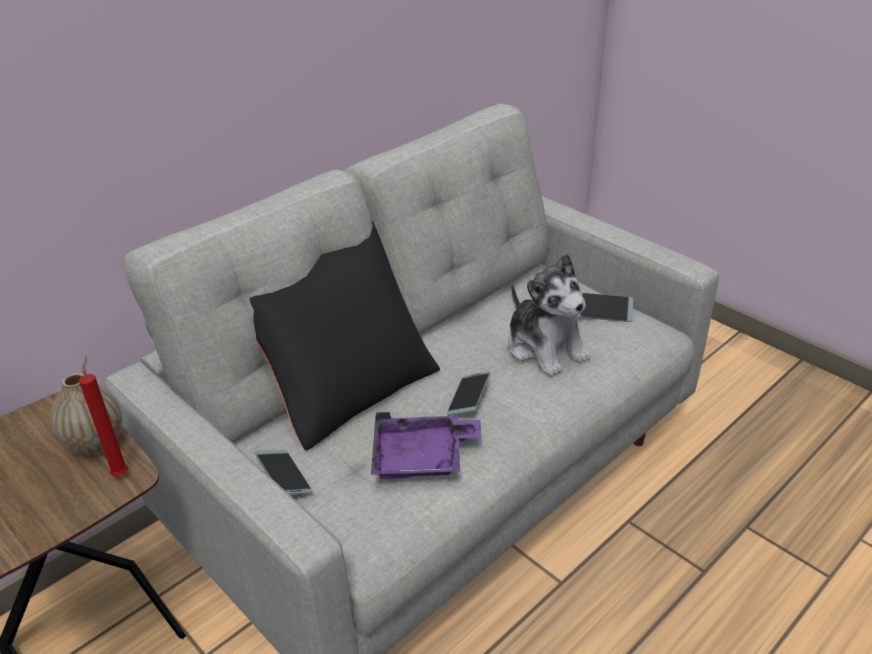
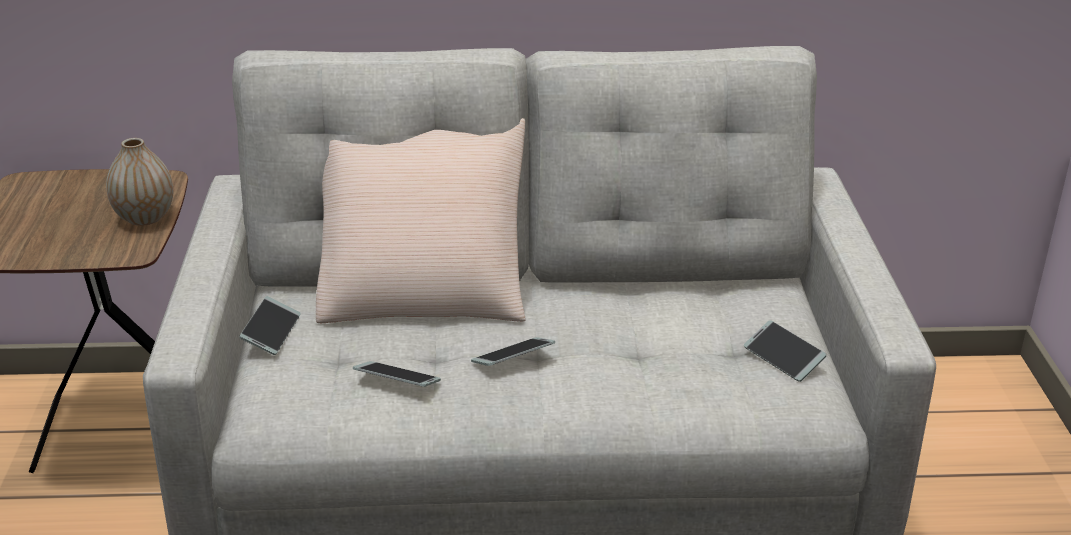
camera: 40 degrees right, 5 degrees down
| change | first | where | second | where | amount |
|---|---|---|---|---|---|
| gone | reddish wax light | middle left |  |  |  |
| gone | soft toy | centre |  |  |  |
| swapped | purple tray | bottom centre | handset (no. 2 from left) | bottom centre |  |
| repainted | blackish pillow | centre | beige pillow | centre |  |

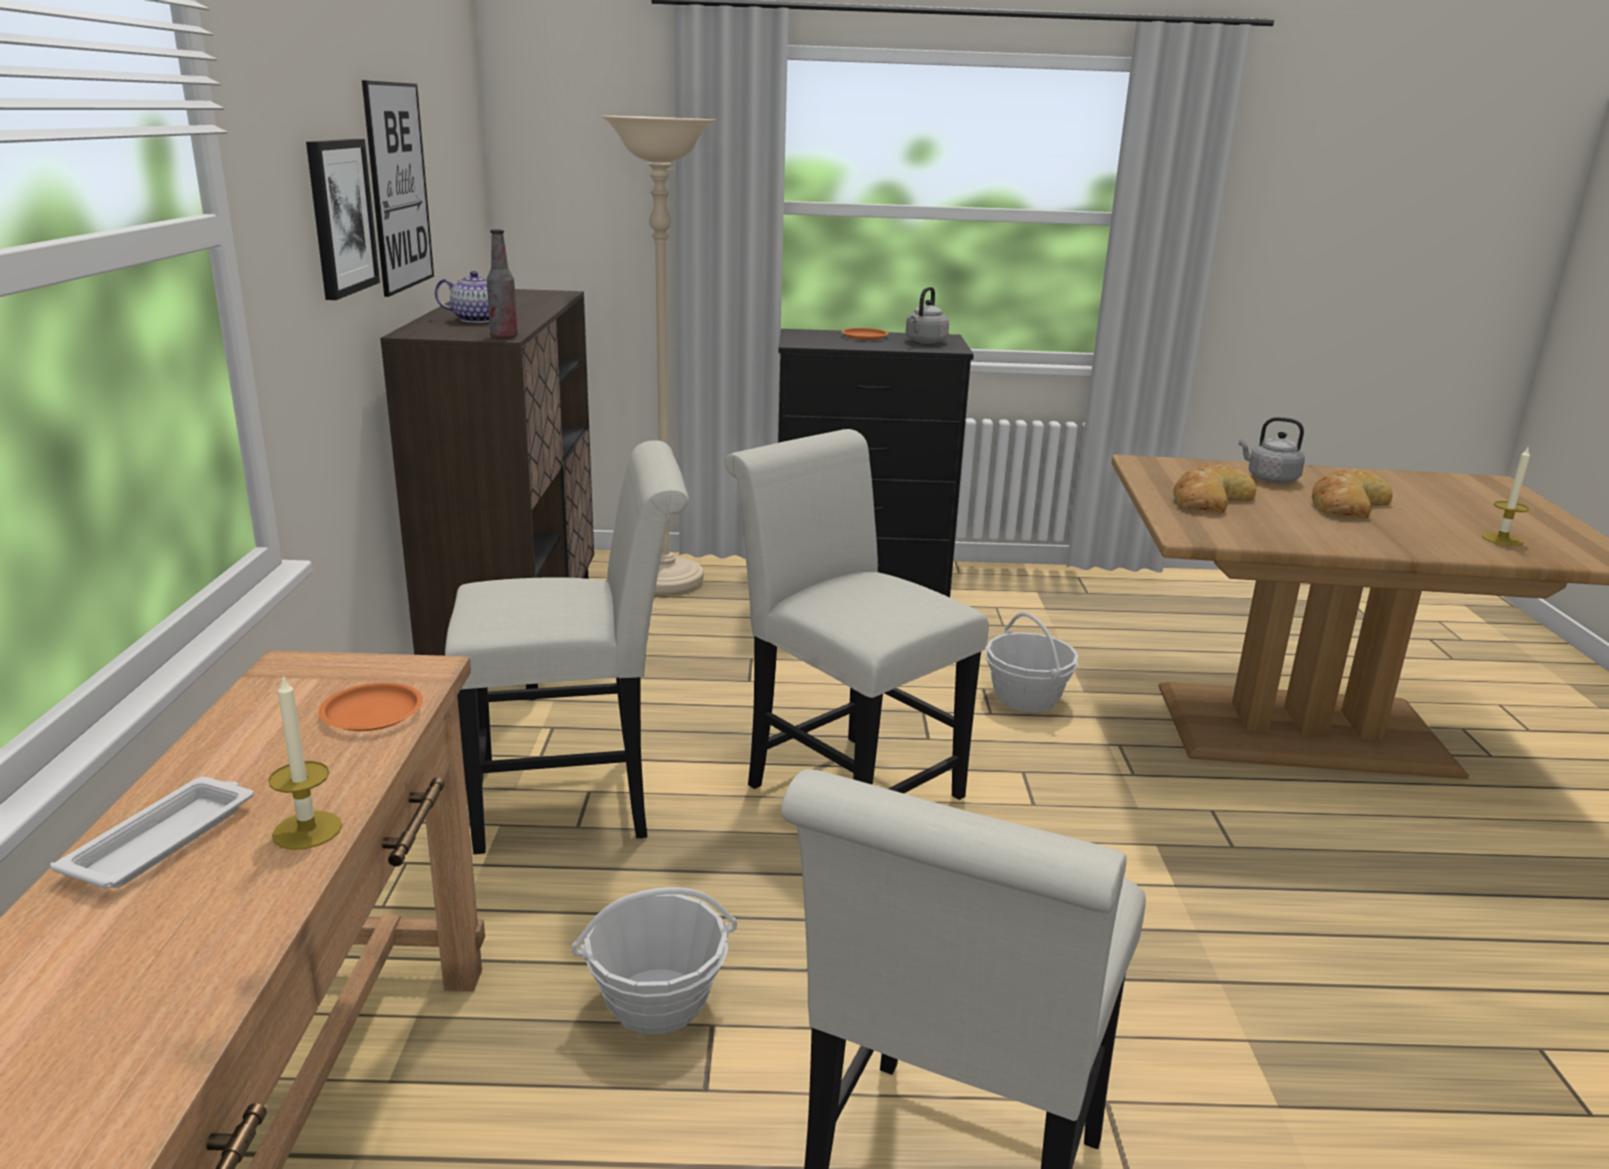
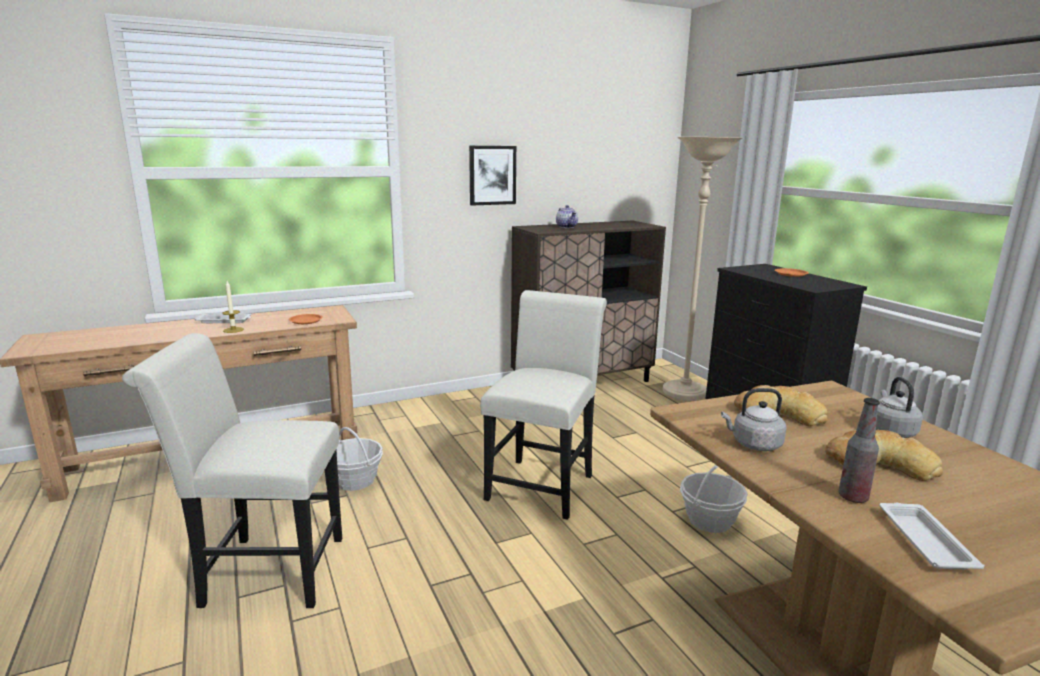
camera: 65 degrees right, 5 degrees down
| change | first | where | second | where | amount |
|---|---|---|---|---|---|
| gone | picture (no. 2 from left) | top left |  |  |  |
| gone | white chair (no. 1 from left) | centre |  |  |  |
| shifted | bottle | top left |  | middle right |  |
| shifted | gray water kettle (no. 1 from left) | top centre |  | middle right |  |
| swapped | wax light (no. 2 from left) | middle right | white tray (no. 2 from left) | bottom right |  |

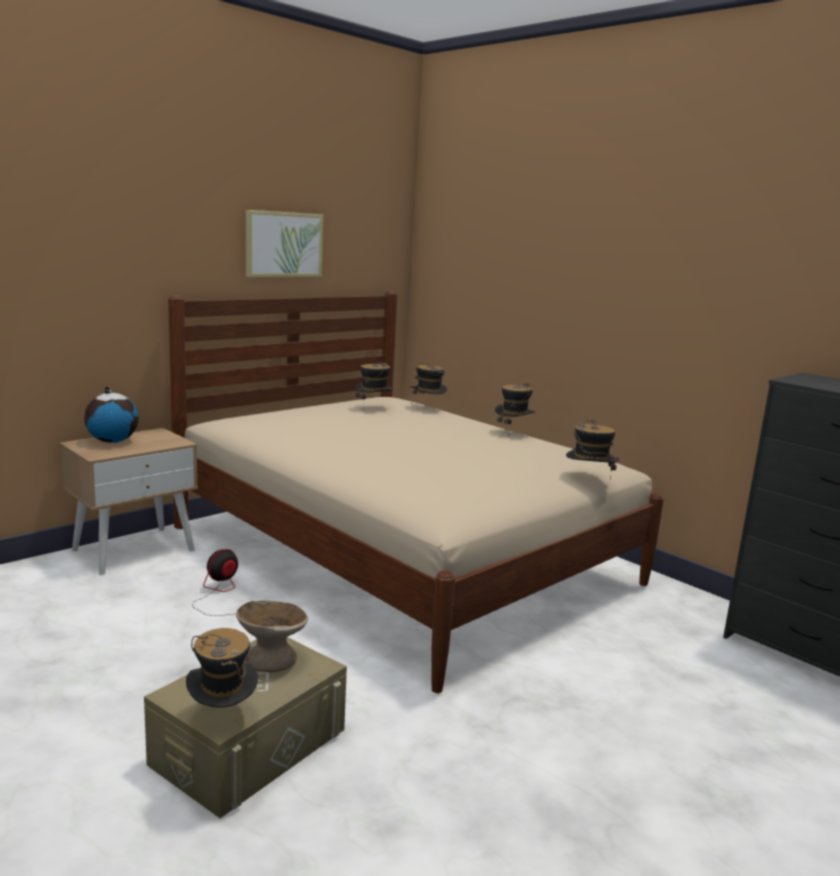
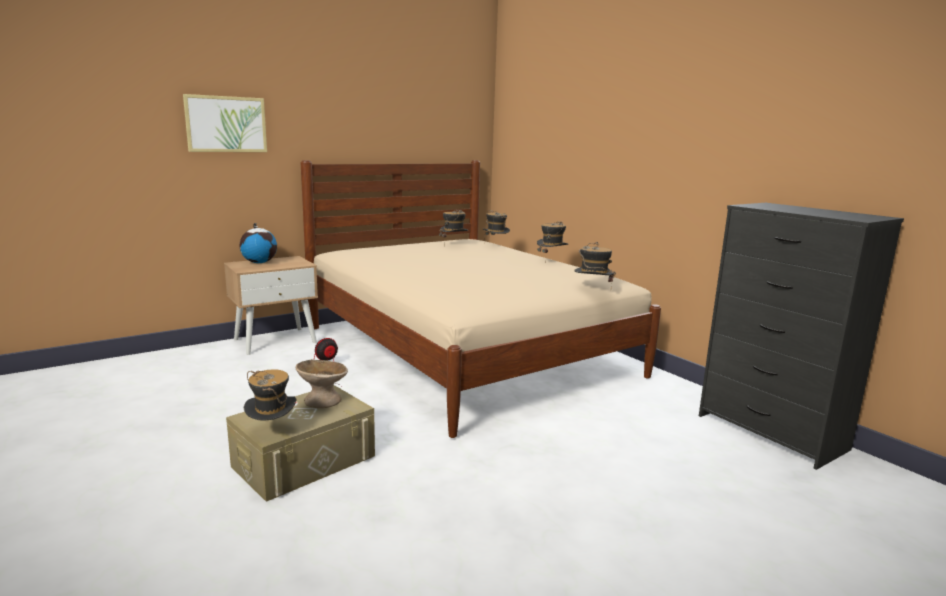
camera: 10 degrees right, 0 degrees up
| change | first | where | second | where | amount |
|---|---|---|---|---|---|
| shifted | picture | top centre |  | top left |  |

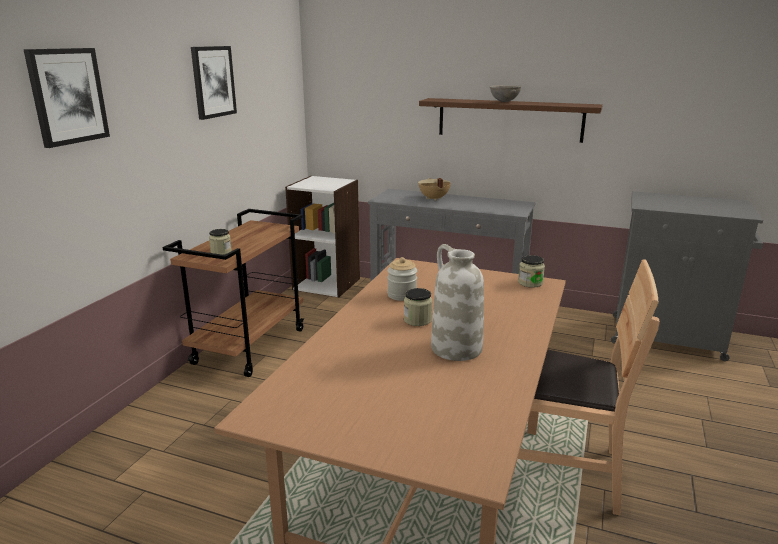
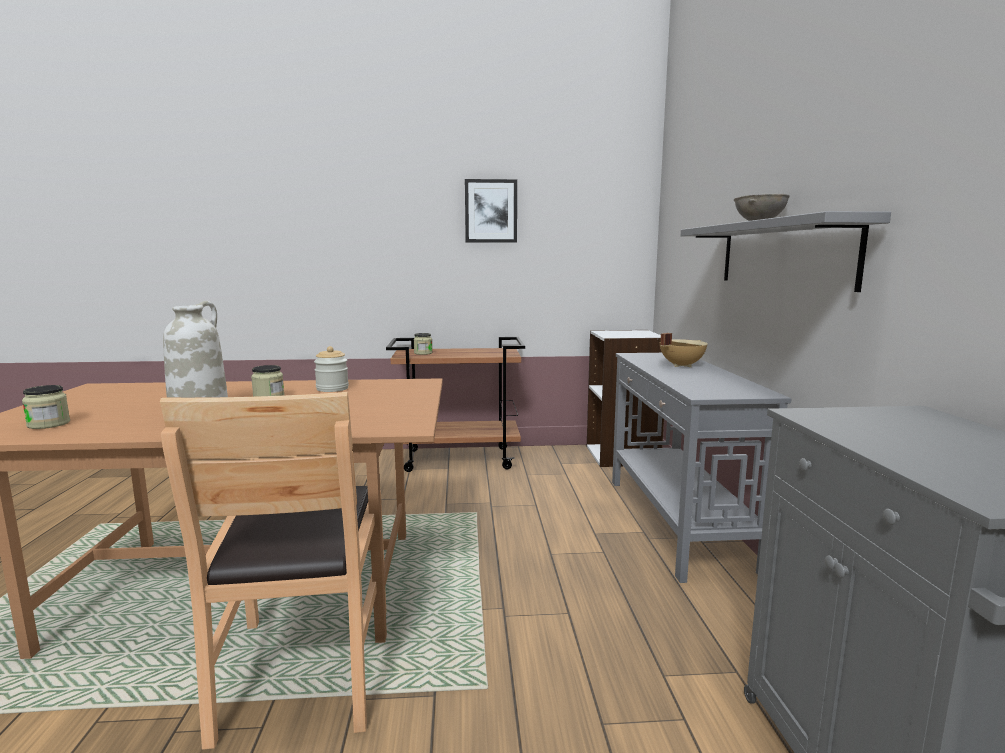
camera: 65 degrees right, 10 degrees down
| change | first | where | second | where | amount |
|---|---|---|---|---|---|
| gone | picture (no. 1 from left) | top left |  |  |  |
| shifted | storage jar (no. 4 from left in the first image) | middle right | storage jar (no. 1 from left) | middle left |  |
| repainted | brown shelf | top centre | gray shelf | middle right |  |

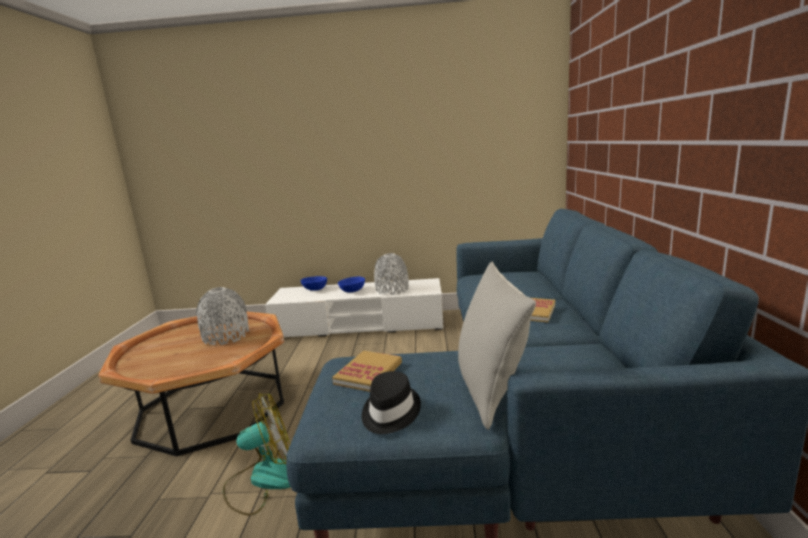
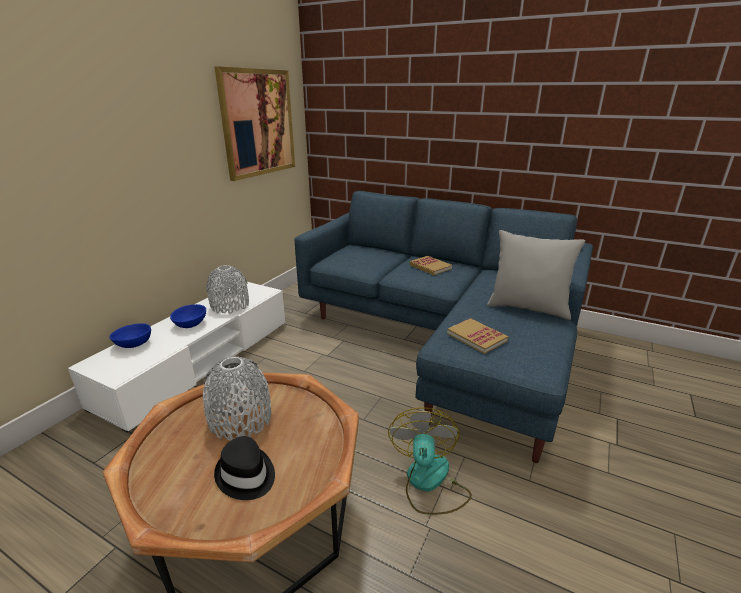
camera: 65 degrees left, 10 degrees up
| change | first | where | second | where | amount |
|---|---|---|---|---|---|
| new |  |  | picture | top centre |  |
| shifted | blackish hat | bottom centre |  | bottom left |  |

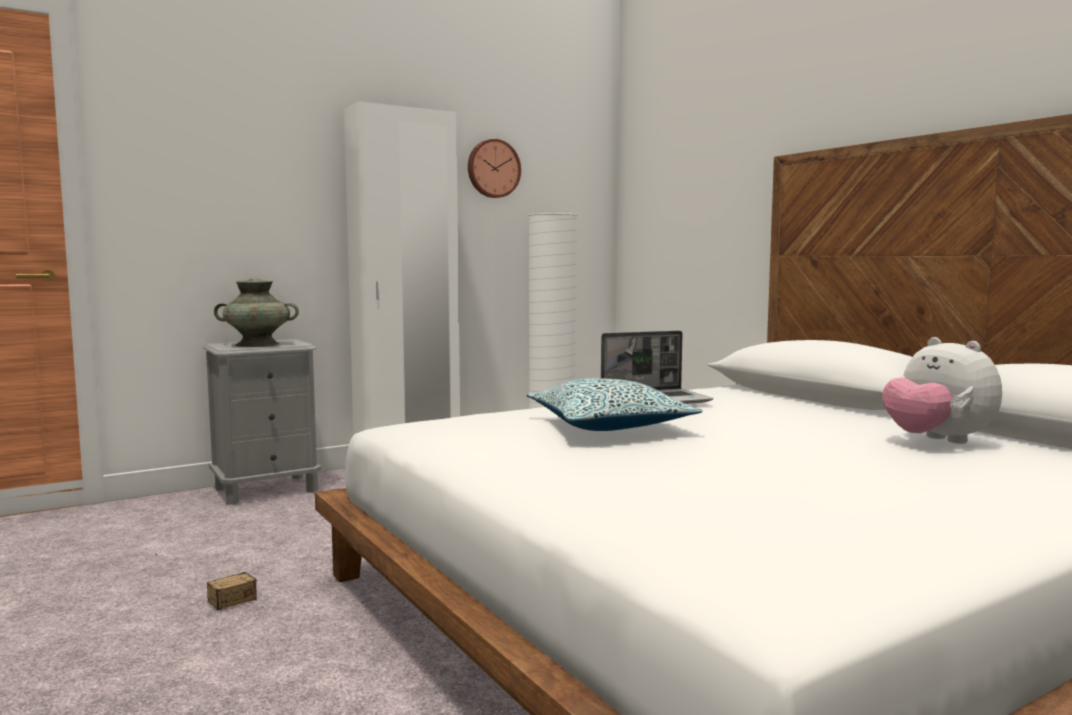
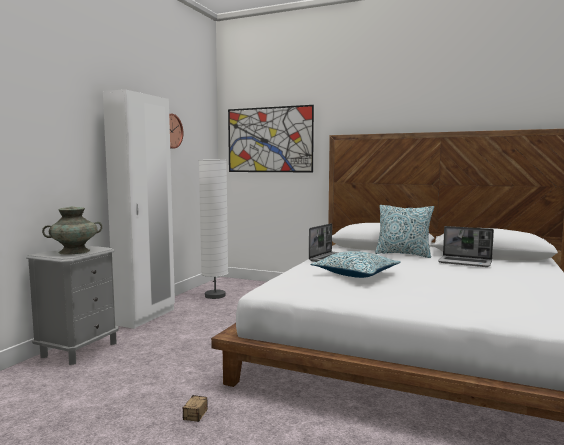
camera: 35 degrees left, 0 degrees up
| change | first | where | second | where | amount |
|---|---|---|---|---|---|
| new |  |  | picture | top centre |  |
| new |  |  | pillow (no. 2 from left) | middle right |  |
| swapped | soft toy | middle right | laptop (no. 2 from left) | middle right |  |

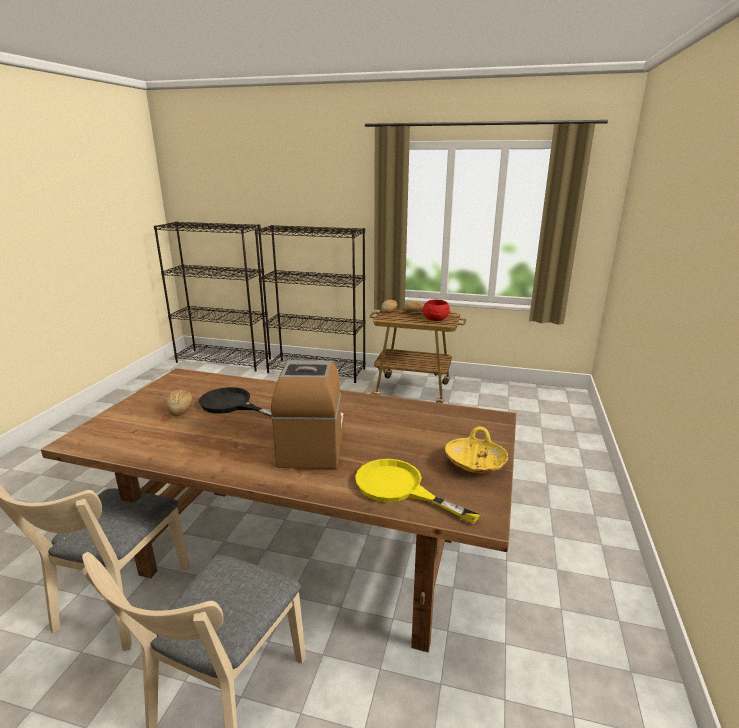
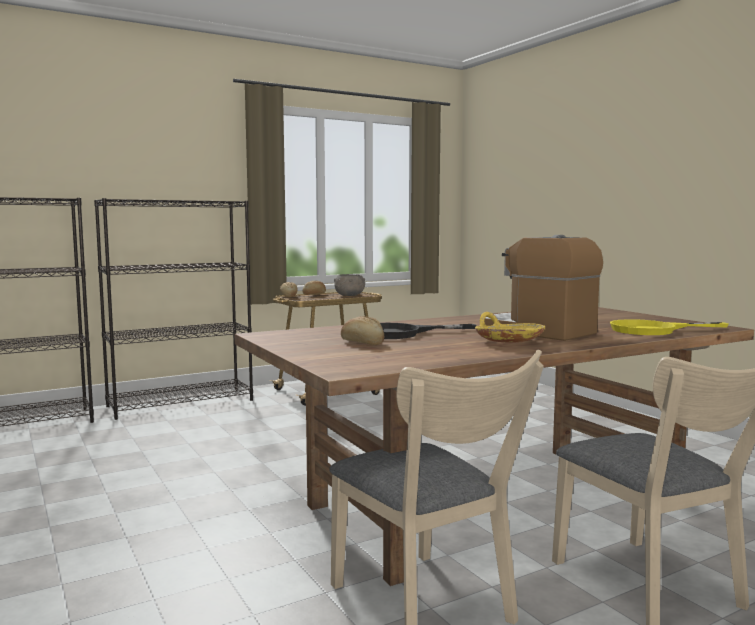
camera: 45 degrees left, 15 degrees down
| change | first | where | second | where | amount |
|---|---|---|---|---|---|
| shifted | yellowish bowl | centre |  | middle right |  |
| repainted | reddish bowl | centre | gray bowl | centre |  |

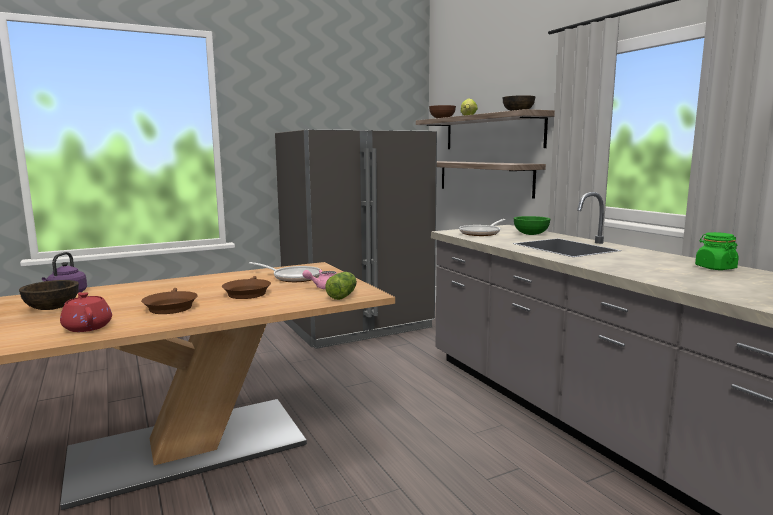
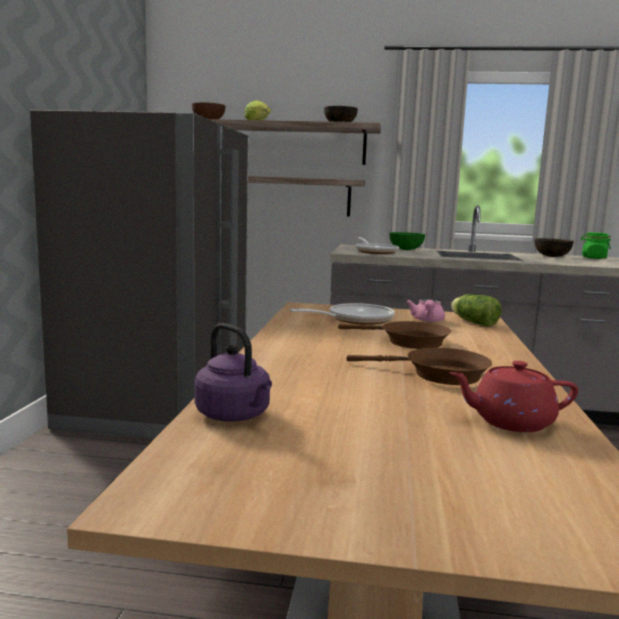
camera: 55 degrees left, 0 degrees up
| change | first | where | second | where | amount |
|---|---|---|---|---|---|
| shifted | brown bowl (no. 1 from left in the first image) | middle left | brown bowl (no. 3 from left) | middle right |  |

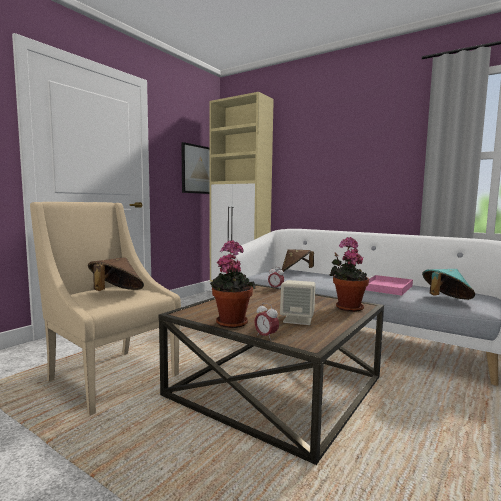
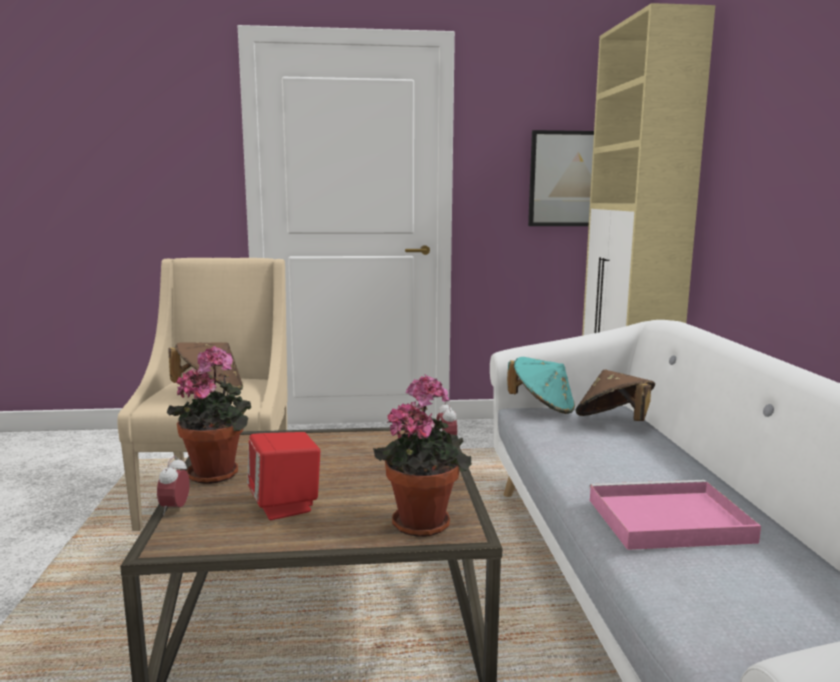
camera: 50 degrees right, 5 degrees up
| change | first | where | second | where | amount |
|---|---|---|---|---|---|
| shifted | blue-green hat | middle right |  | centre |  |
| repainted | beige loudspeaker | centre | reddish loudspeaker | bottom centre |  |

